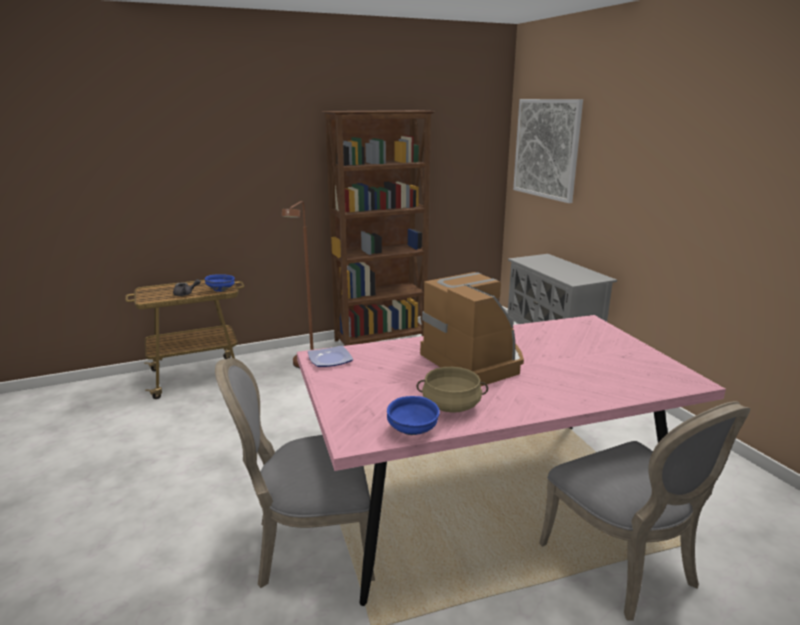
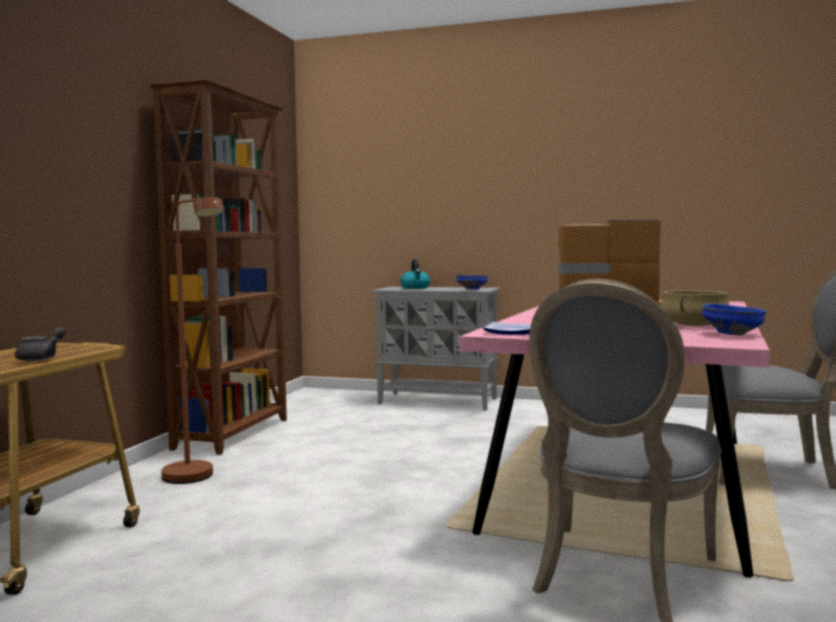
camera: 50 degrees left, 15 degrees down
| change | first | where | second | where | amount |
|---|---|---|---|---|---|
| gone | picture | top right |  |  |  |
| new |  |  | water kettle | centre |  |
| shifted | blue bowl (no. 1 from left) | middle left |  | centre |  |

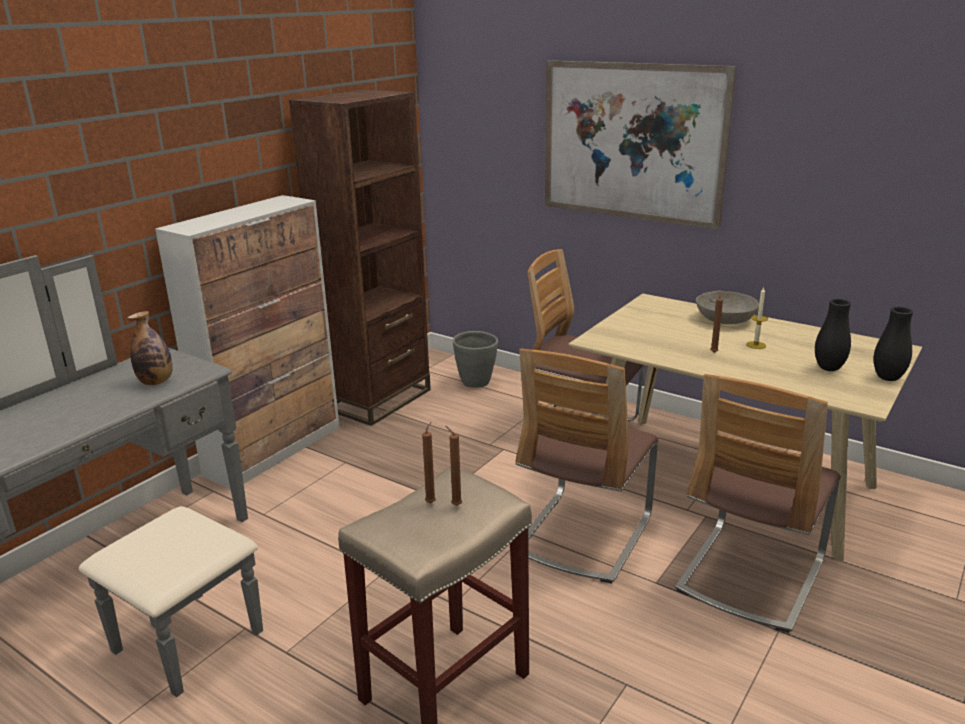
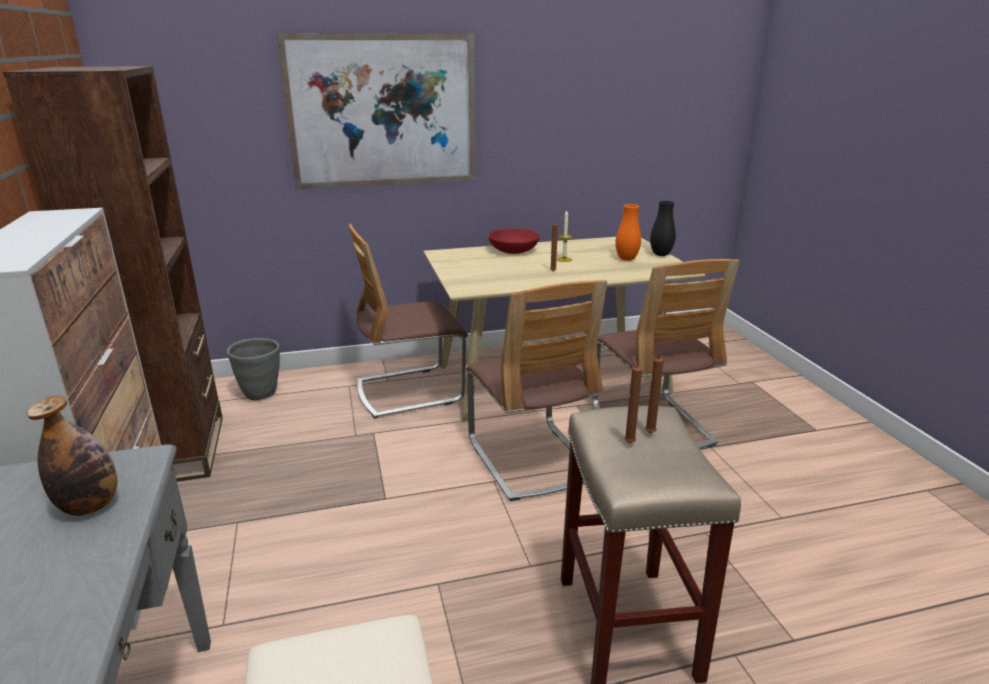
camera: 50 degrees left, 0 degrees up
| change | first | where | second | where | amount |
|---|---|---|---|---|---|
| repainted | gray bowl | middle right | reddish bowl | centre |  |
| repainted | blackish flower vase (no. 1 from left) | middle right | orange flower vase | centre |  |

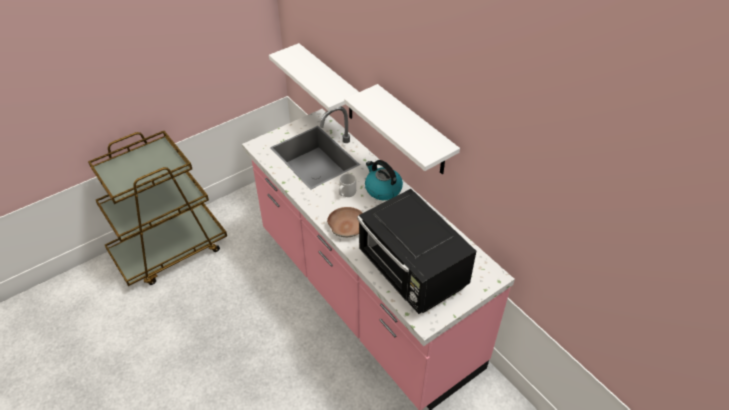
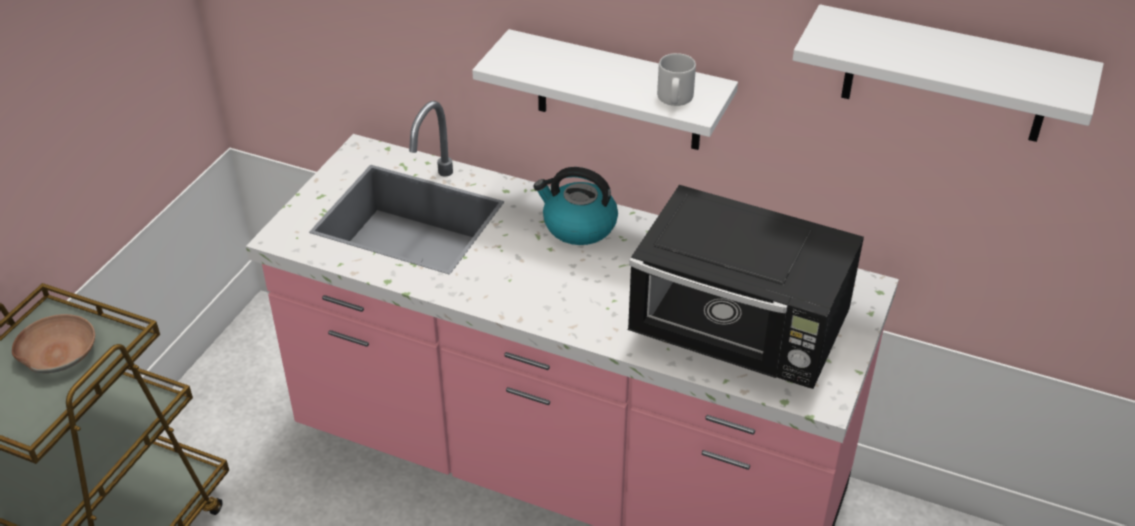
camera: 30 degrees left, 5 degrees down
| change | first | where | second | where | amount |
|---|---|---|---|---|---|
| shifted | white shelf (no. 1 from left in the first image) | top centre | white shelf (no. 2 from left) | top right |  |
| shifted | brown bowl | centre |  | middle left |  |
| shifted | gray tea mug | centre |  | top centre |  |

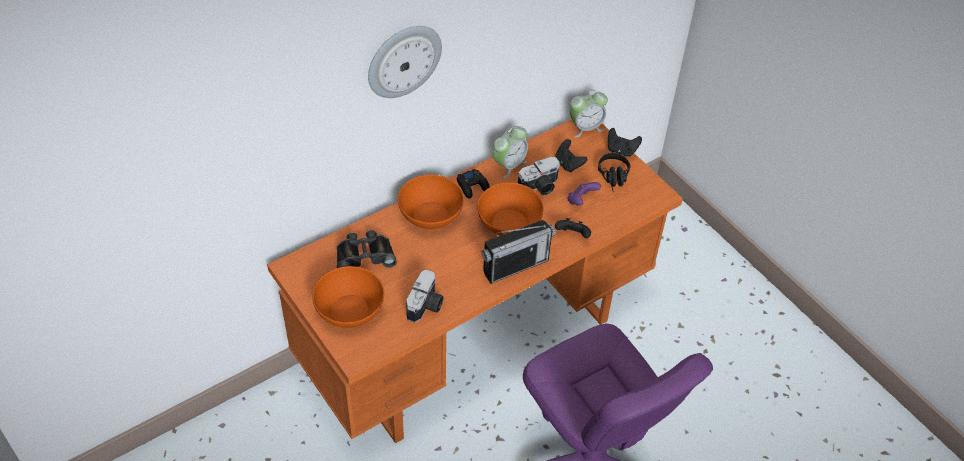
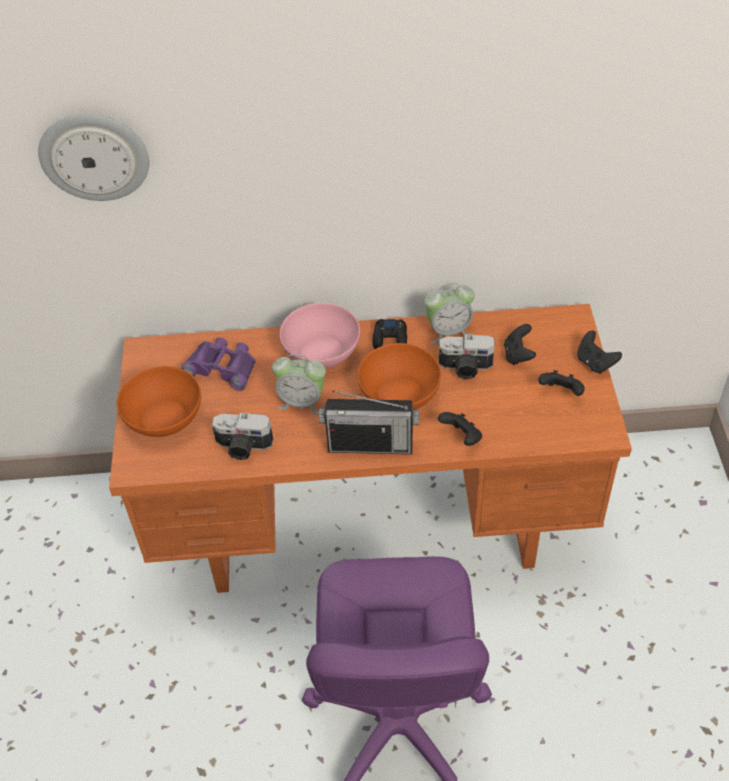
camera: 35 degrees right, 0 degrees up
| change | first | where | second | where | amount |
|---|---|---|---|---|---|
| gone | purple game controller | centre |  |  |  |
| shifted | hanging clock | top centre |  | top left |  |
| shifted | bedside clock (no. 2 from left in the first image) | top centre | bedside clock (no. 1 from left) | centre |  |
| swapped | blackish headphones | centre | blackish game controller (no. 4 from left) | middle right |  |
| repainted | blackish pair of binoculars | centre | purple pair of binoculars | middle left |  |
| repainted | orange bowl (no. 2 from left) | centre | pinkish bowl | centre |  |
| rotated | photo camera (no. 1 from left) | centre |  | middle left | 45 degrees clockwise |

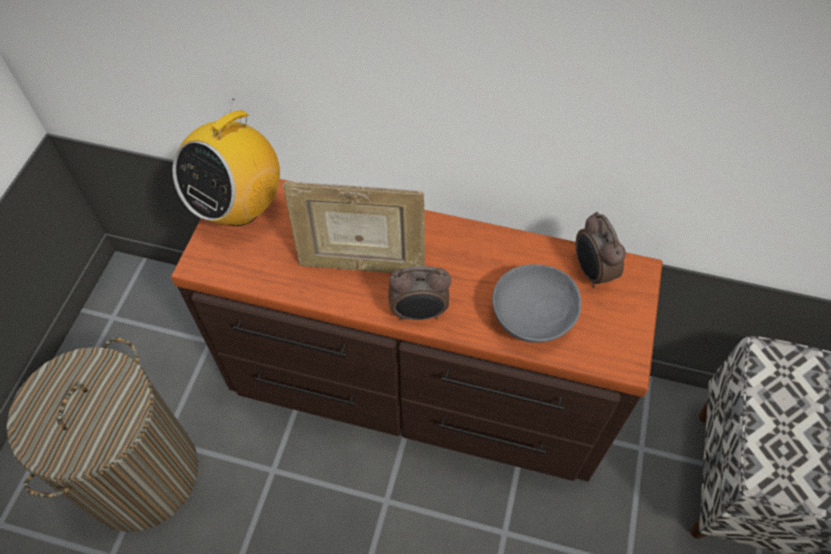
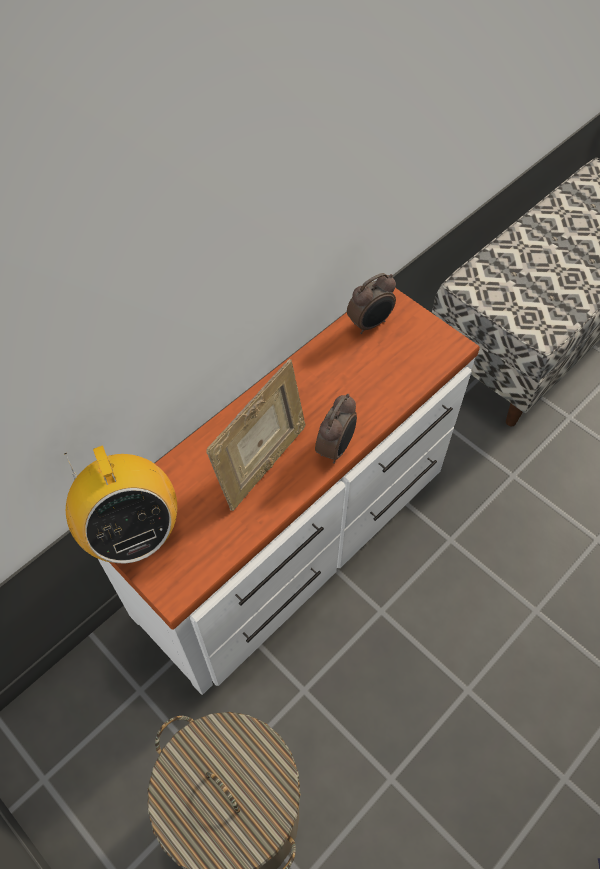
camera: 60 degrees left, 0 degrees up
| change | first | where | second | where | amount |
|---|---|---|---|---|---|
| gone | gray bowl | centre |  |  |  |
| repainted | brown chest of drawers | centre | white chest of drawers | centre |  |
| rotated | bedside clock (no. 2 from left) | middle right |  | centre | 45 degrees counterclockwise |

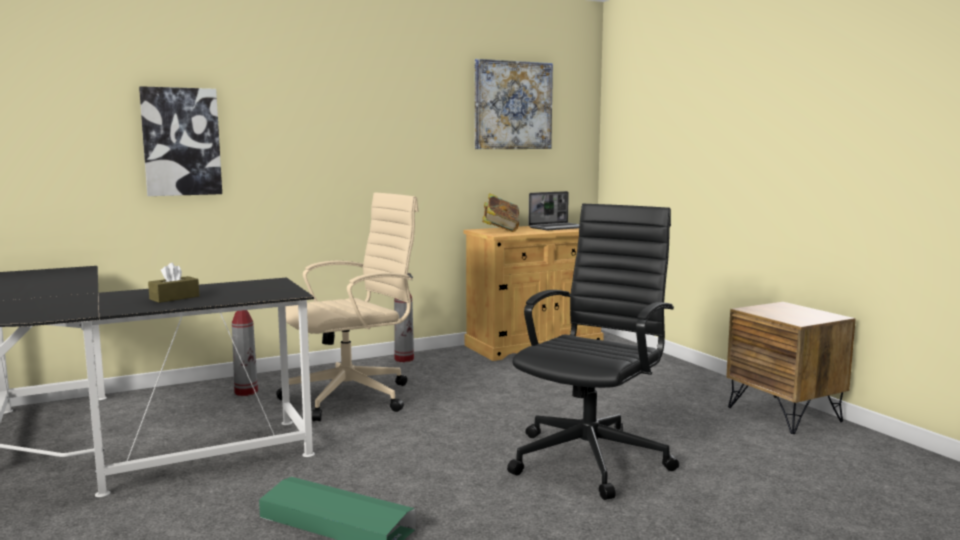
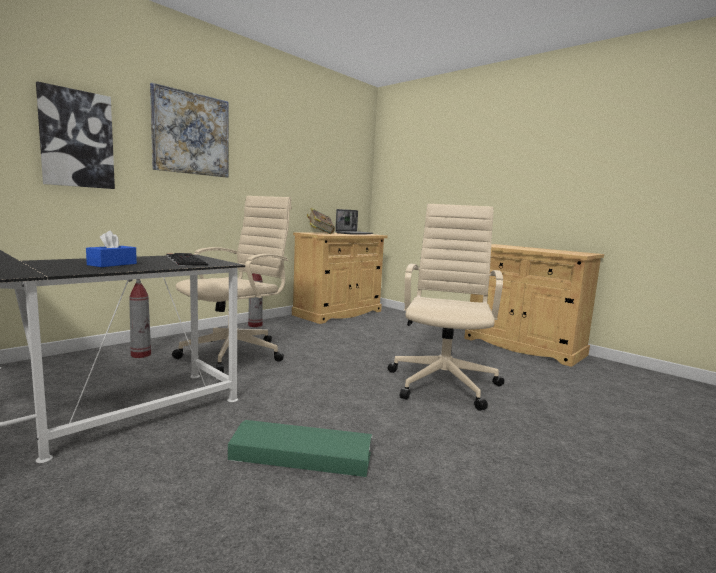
camera: 20 degrees left, 0 degrees up
| change | first | where | second | where | amount |
|---|---|---|---|---|---|
| new |  |  | computer keyboard | middle left |  |
| shifted | picture (no. 2 from left) | top centre |  | top left |  |
| swapped | brown night table | bottom right | beige cabinet (no. 2 from left) | middle right |  |
| repainted | brown box of tissues | middle left | blue box of tissues | middle left |  |
| repainted | blackish office chair | centre | beige office chair (no. 2 from left) | centre |  |

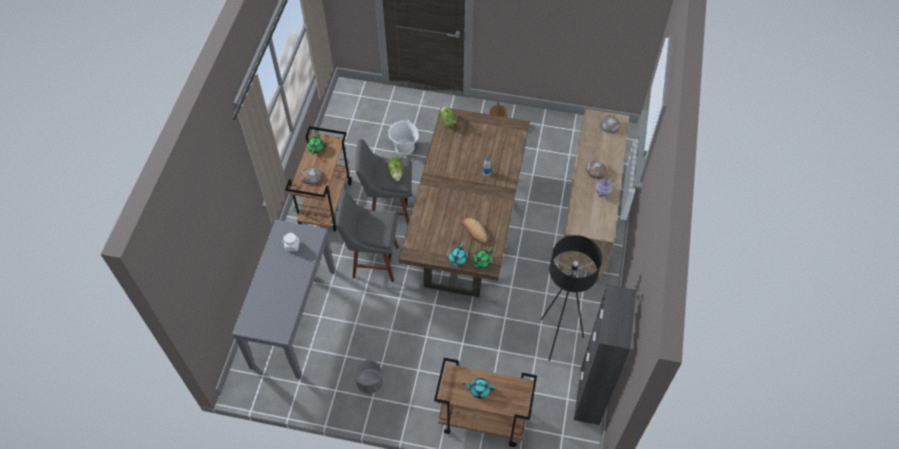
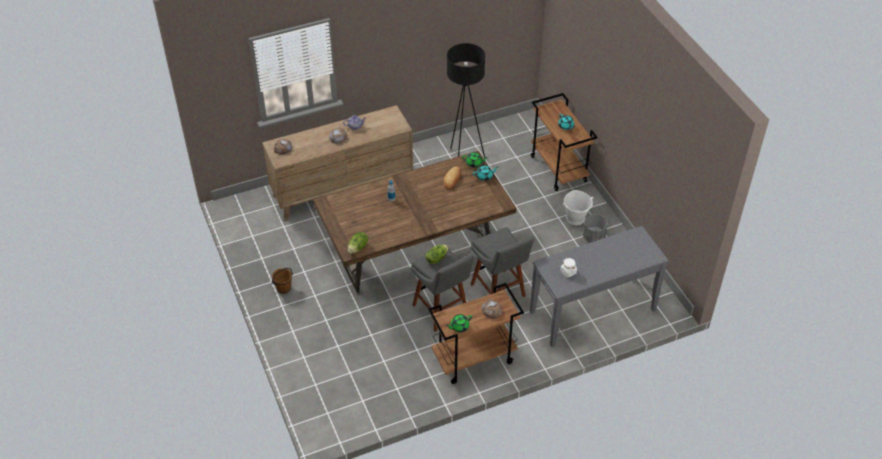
camera: 125 degrees left, 10 degrees down
| change | first | where | second | where | amount |
|---|---|---|---|---|---|
| gone | blackish cabinet | bottom right |  |  |  |
| shifted | white bucket | top centre |  | centre |  |

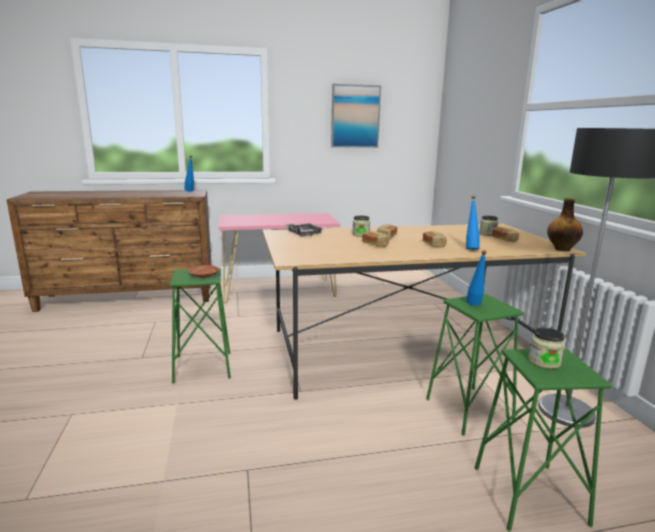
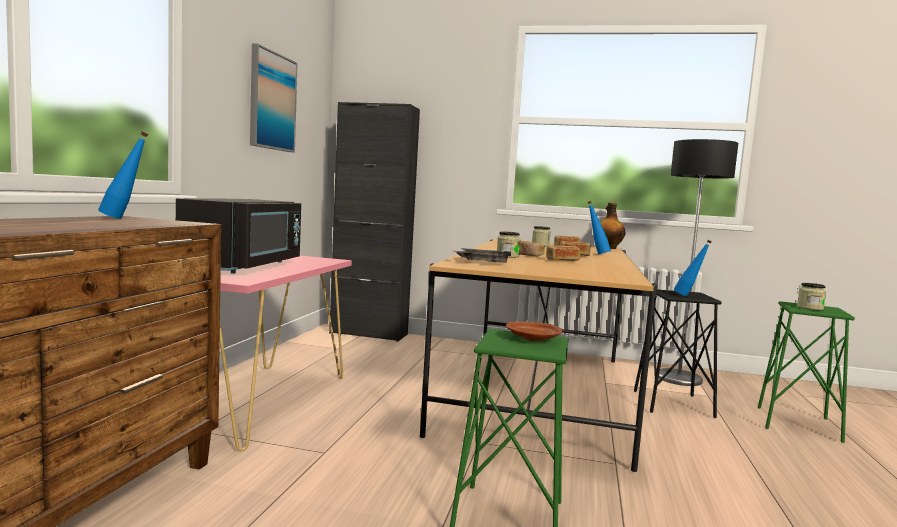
camera: 65 degrees left, 10 degrees down
| change | first | where | second | where | amount |
|---|---|---|---|---|---|
| new |  |  | blackish kitchen microwave | middle left |  |
| new |  |  | blackish cabinet | centre |  |
| repainted | green-coloured stool (no. 2 from left) | bottom right | blackish stool | bottom right |  |

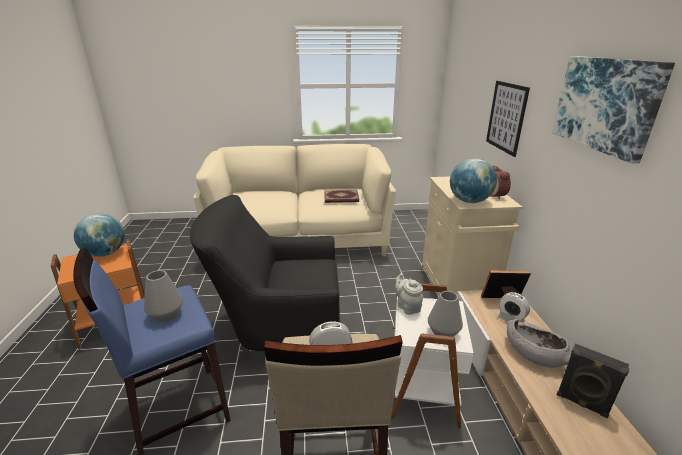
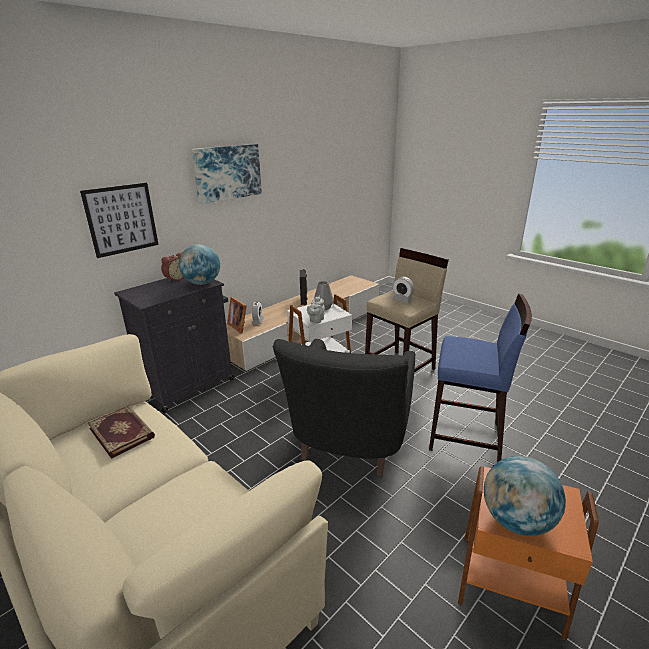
camera: 130 degrees left, 0 degrees up
| change | first | where | second | where | amount |
|---|---|---|---|---|---|
| gone | gray flower vase (no. 1 from left) | middle left |  |  |  |
| gone | gray bowl | bottom right |  |  |  |
| repainted | beige cabinet | middle right | blackish cabinet | middle left |  |
| rotated | blackish lounge chair | centre |  | centre | 60 degrees clockwise |

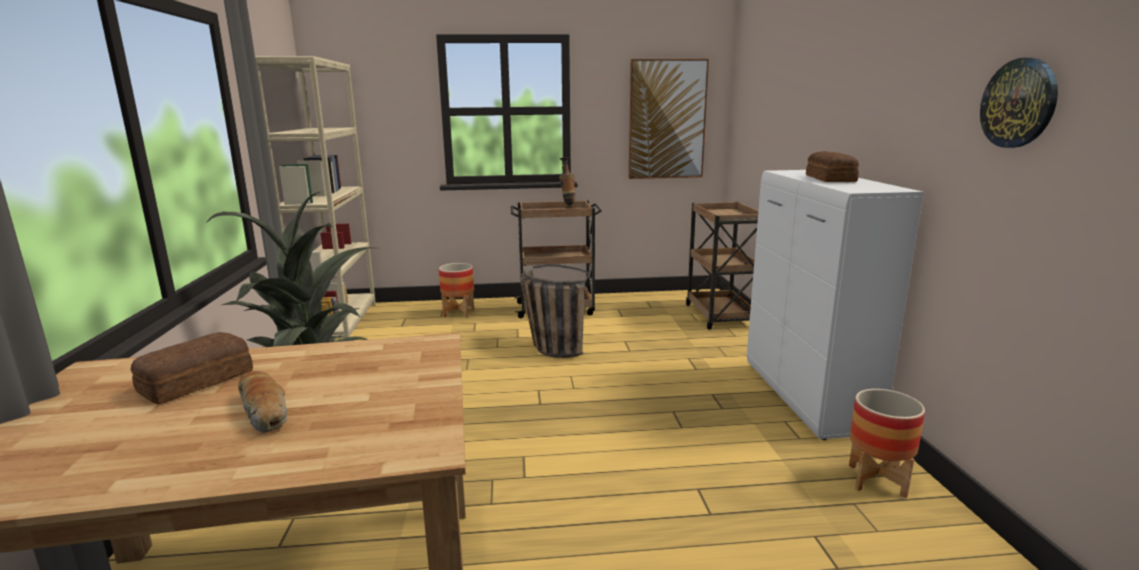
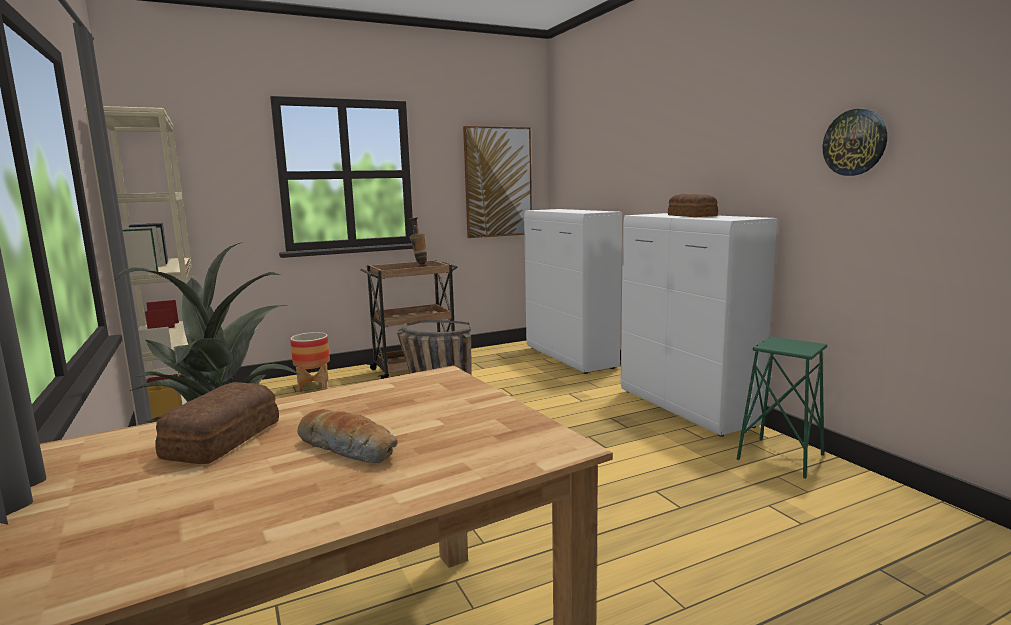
camera: 20 degrees left, 5 degrees down
| change | first | where | second | where | amount |
|---|---|---|---|---|---|
| swapped | brown cart (no. 2 from left) | centre | white cabinet (no. 1 from left) | centre |  |
| swapped | flower pot (no. 2 from left) | bottom right | green-coloured stool | middle right |  |

